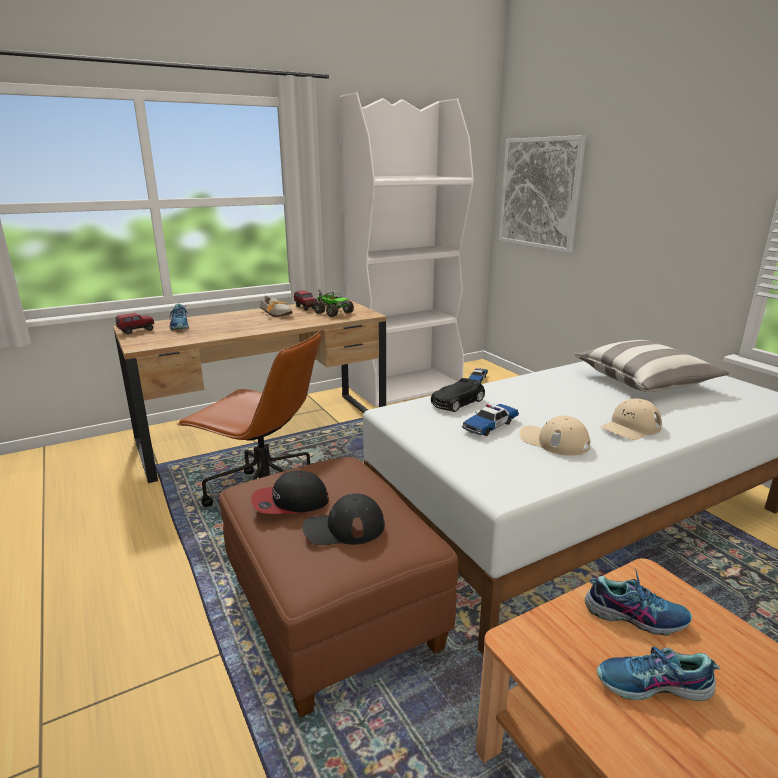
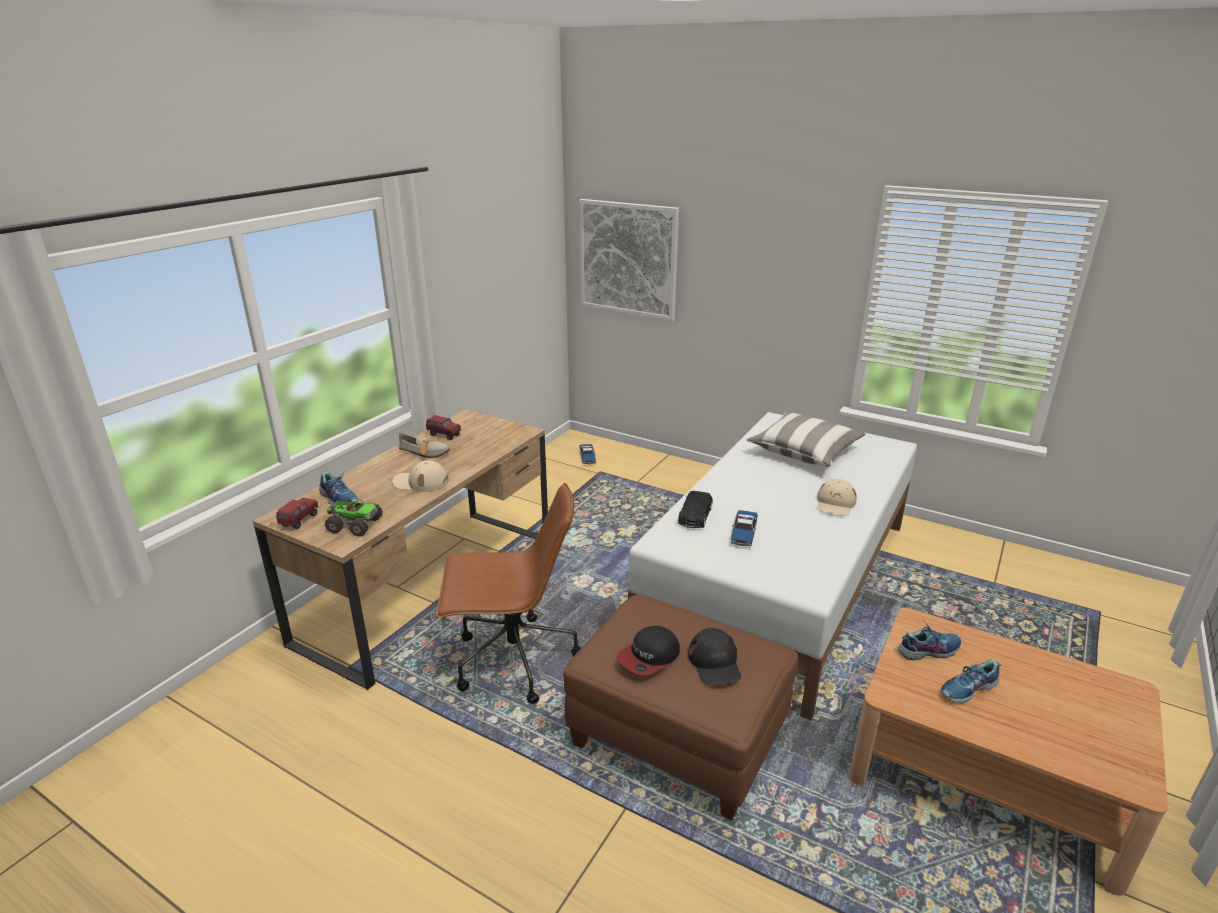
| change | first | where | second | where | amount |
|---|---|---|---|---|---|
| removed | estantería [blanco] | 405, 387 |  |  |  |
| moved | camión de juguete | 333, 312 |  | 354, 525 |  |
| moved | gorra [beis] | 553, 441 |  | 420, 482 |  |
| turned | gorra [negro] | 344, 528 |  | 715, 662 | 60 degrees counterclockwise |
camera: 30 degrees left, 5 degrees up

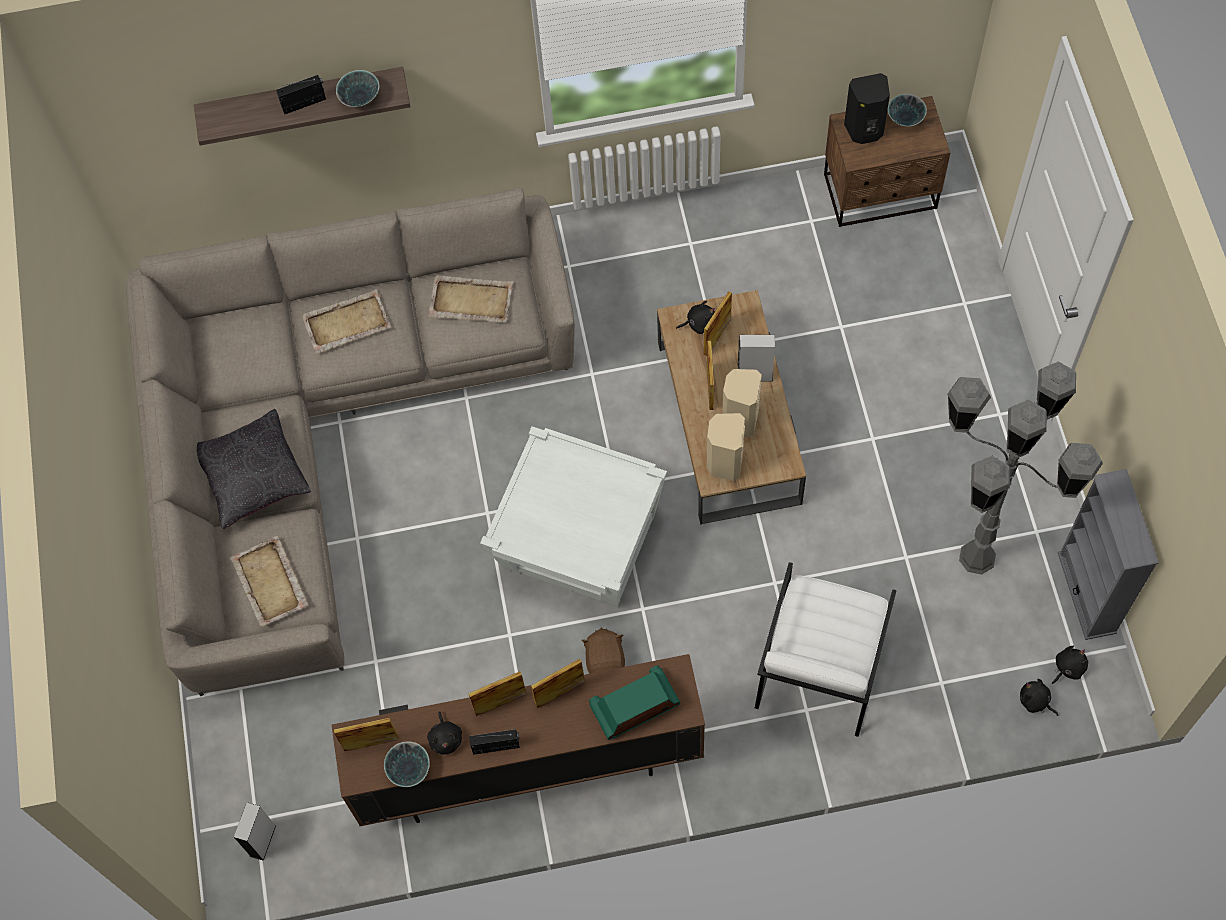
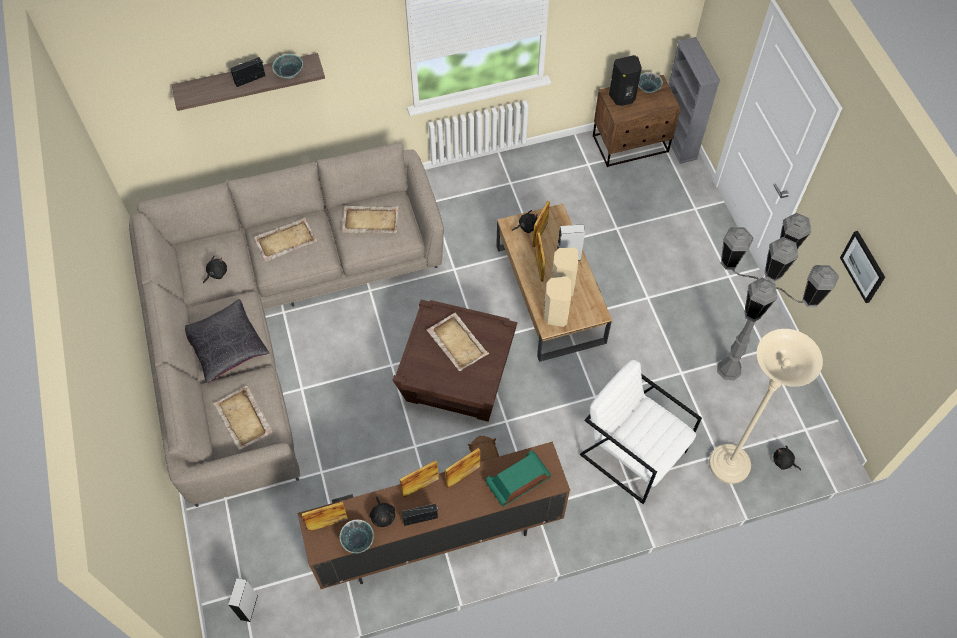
| change | first | where | second | where | amount |
|---|---|---|---|---|---|
| recoloured | mesa auxiliar [blanco] | 578, 543 | mesa auxiliar [marrón] | 457, 380 |  |
| moved | estantería [gris] | 1087, 592 |  | 678, 140 |  |
| turned | sillón [blanco] | 819, 669 |  | 633, 452 | 120 degrees clockwise |
| moved | peluche [negro] | 1068, 668 |  | 216, 273 |  |
| added |  |  | cuadro | 863, 266 |  |
| added |  |  | bandeja [beis] | 457, 342 |  |
| added |  |  | lámpara de pie [beis] | 729, 465 |  |
camera: 10 degrees left, 5 degrees down

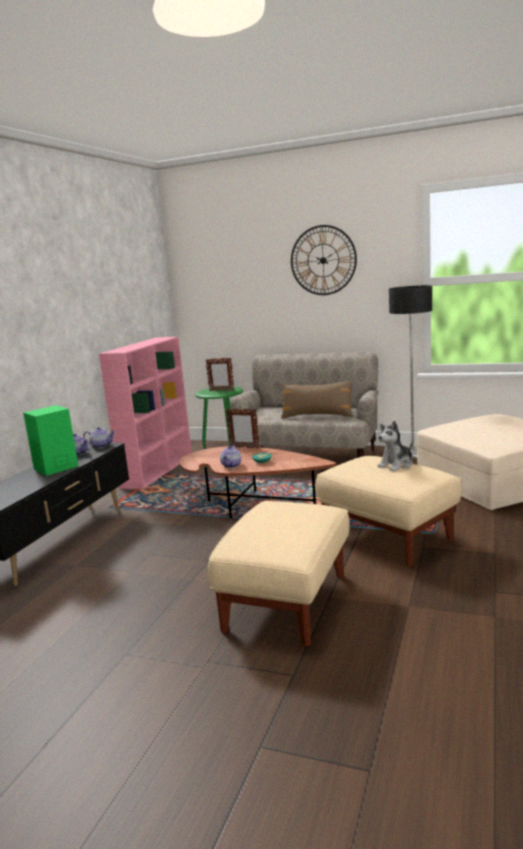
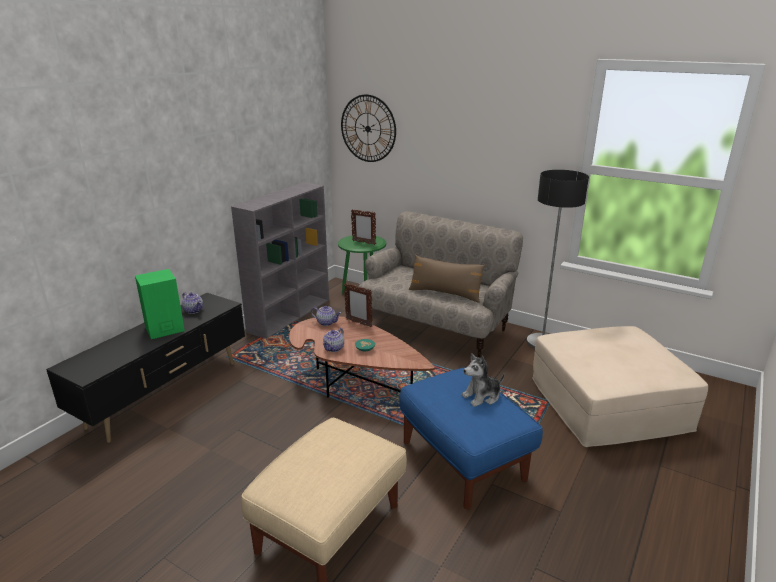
| change | first | where | second | where | amount |
|---|---|---|---|---|---|
| moved | reloj de pared | 323, 260 |  | 368, 128 |  |
| recoloured | estantería [rosa] | 158, 470 | estantería [gris] | 290, 315 |  |
| moved | tetera | 101, 446 |  | 326, 322 |  |
| recoloured | puf [beis] | 387, 537 | puf [azul] | 463, 461 |  |
camera: 10 degrees right, 10 degrees up

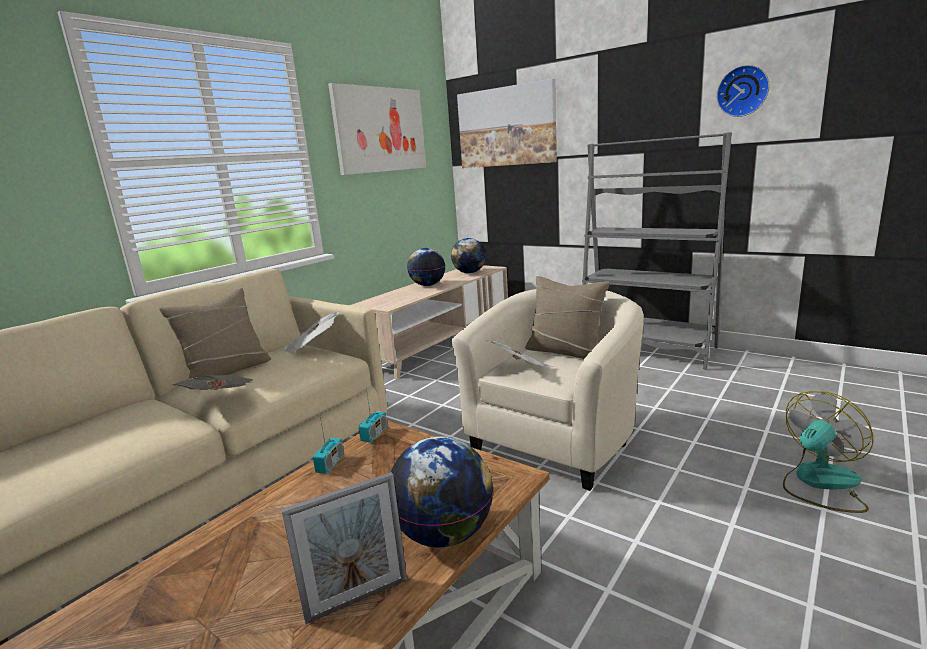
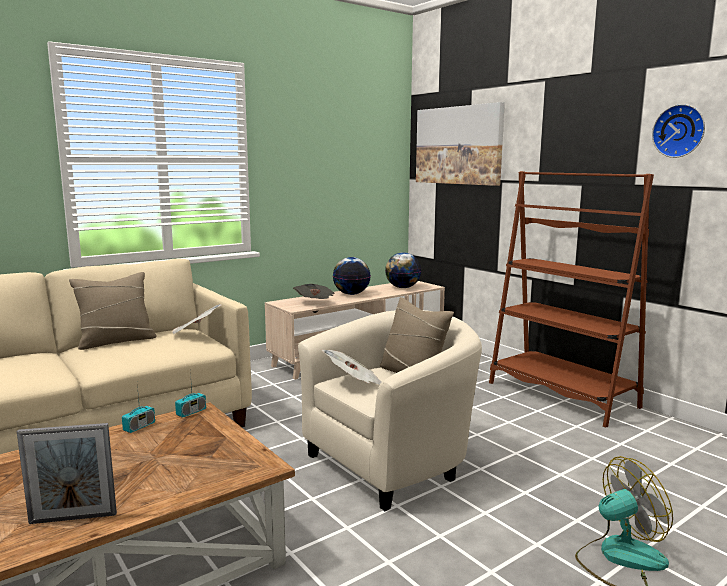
| change | first | where | second | where | amount |
|---|---|---|---|---|---|
| removed | cuadro | 380, 130 |  |  |  |
| recoloured | estantería [gris] | 647, 348 | estantería [marrón] | 561, 395 |  |
| moved | periódico | 221, 401 |  | 315, 303 |  |
| removed | globo terráqueo | 445, 534 |  |  |  |
camera: 15 degrees right, 5 degrees down

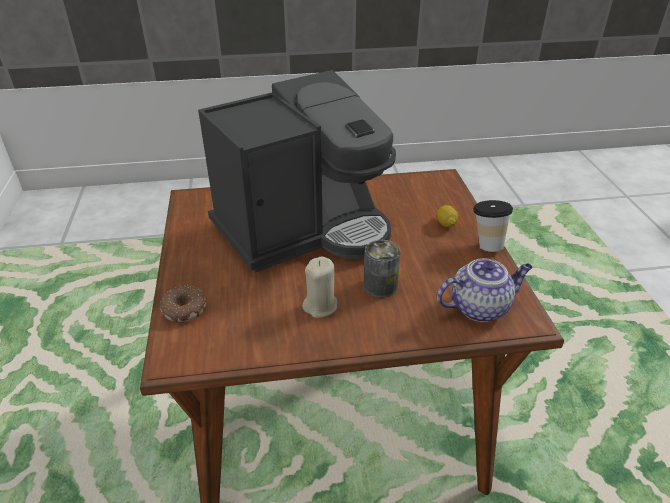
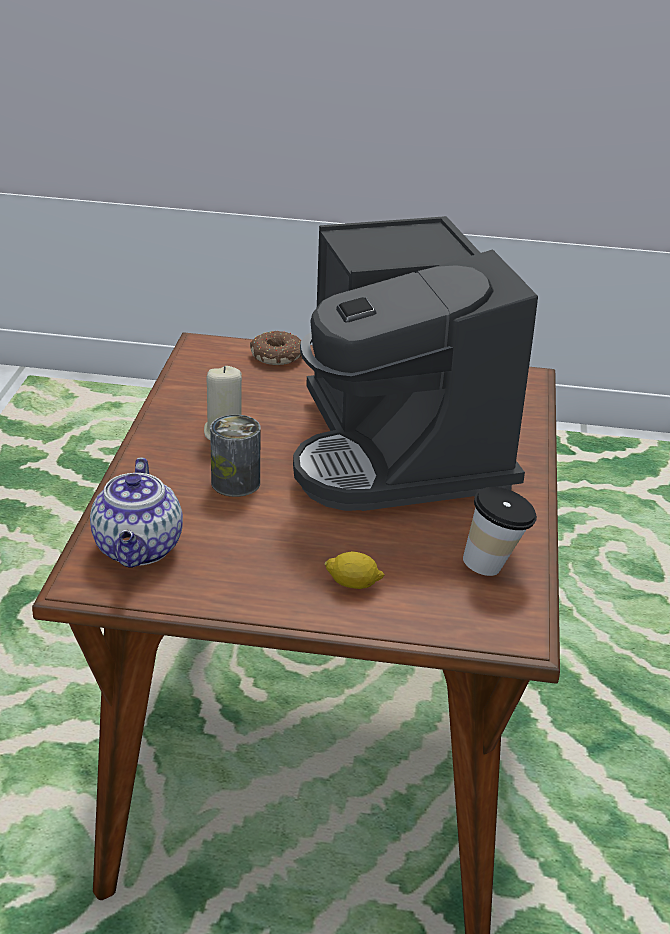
| change | first | where | second | where | amount |
|---|---|---|---|---|---|
| moved | taza | 486, 244 |  | 495, 566 |  |
camera: 105 degrees right, 5 degrees down

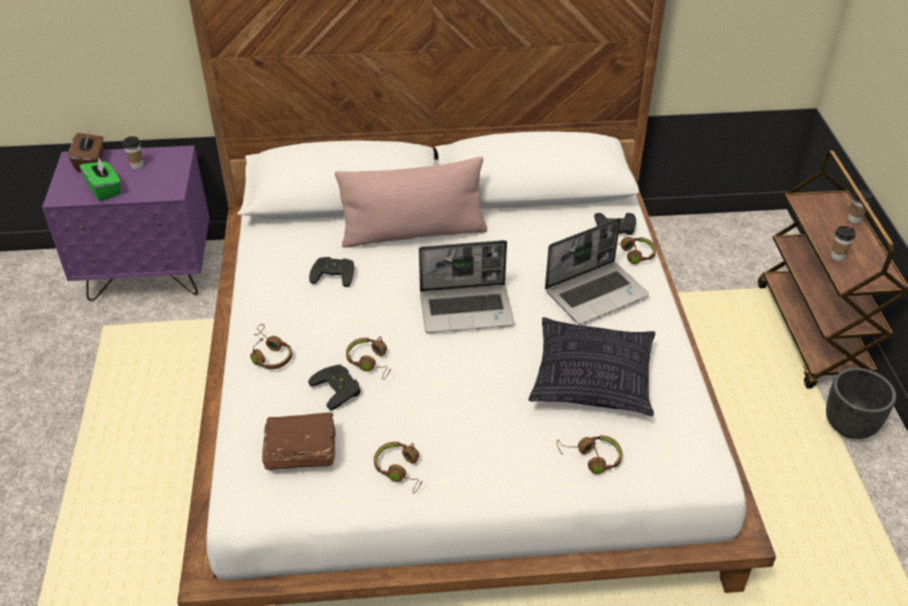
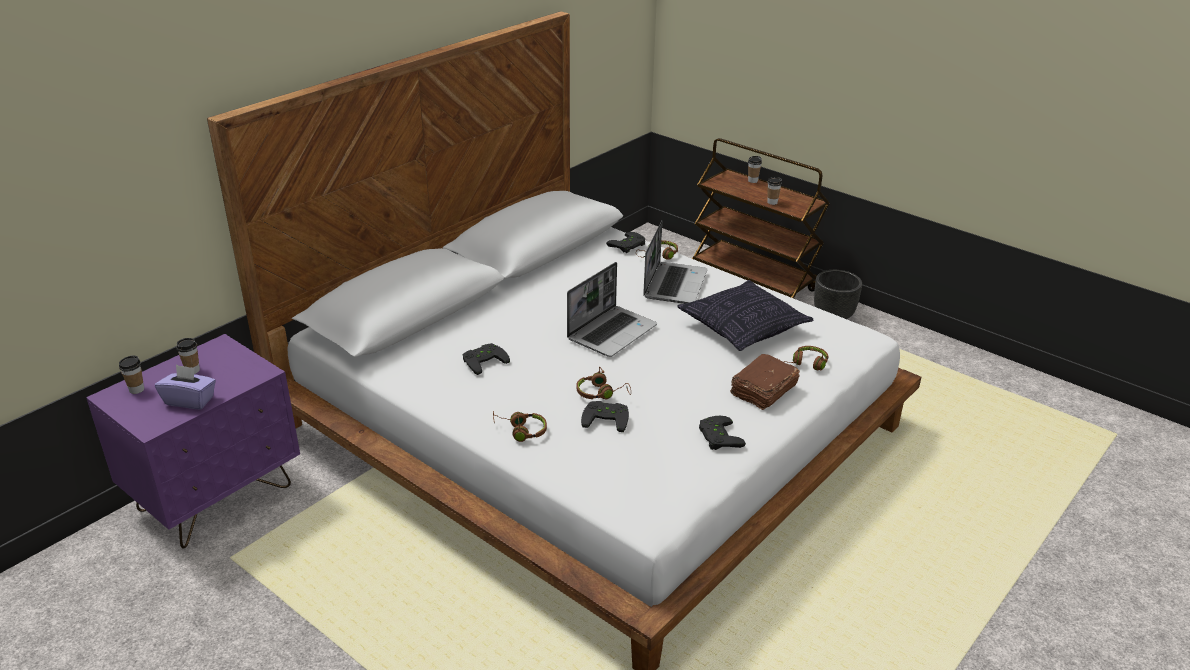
| change | first | where | second | where | amount |
|---|---|---|---|---|---|
| replaced | caja de pañuelos [marrón] | 91, 162 | taza | 136, 389 |  |
| recoloured | caja de pañuelos [verde] | 104, 189 | caja de pañuelos [morado] | 190, 400 |  |
| removed | cojín [rosa] | 413, 233 |  |  |  |
| moved | libro [marrón] | 299, 451 |  | 762, 391 |  |
| replaced | auriculares [marrón] | 401, 470 | mando de consola [negro] | 717, 437 |  |
camera: 45 degrees left, 10 degrees down

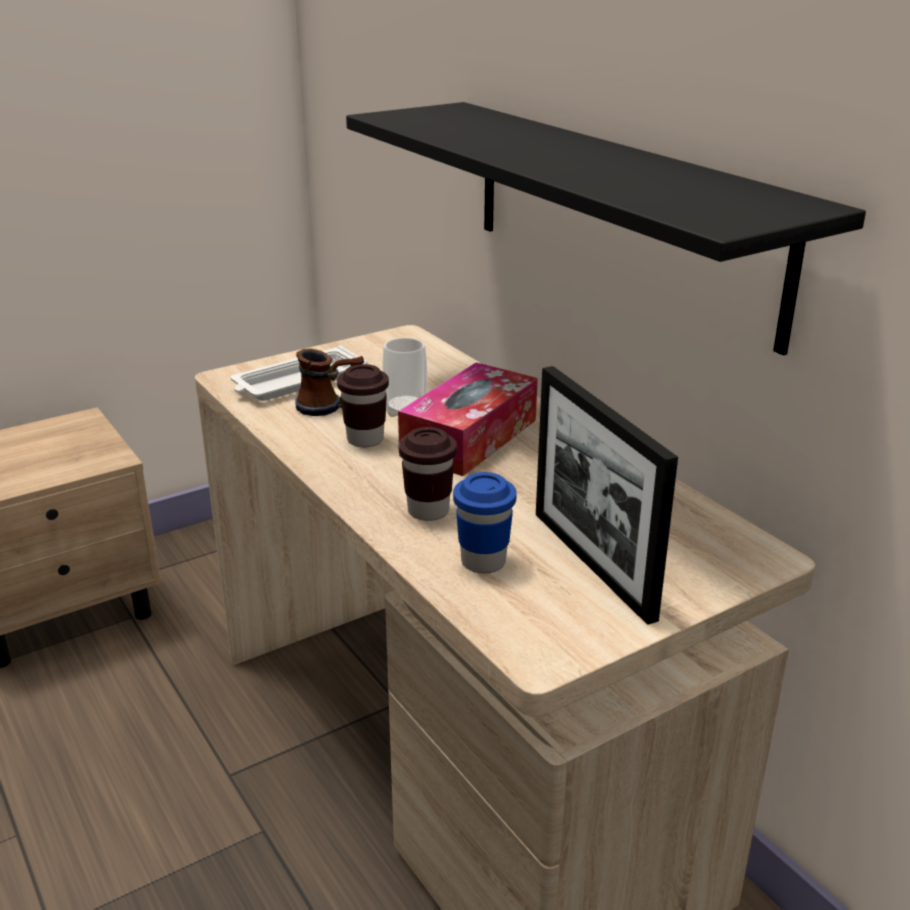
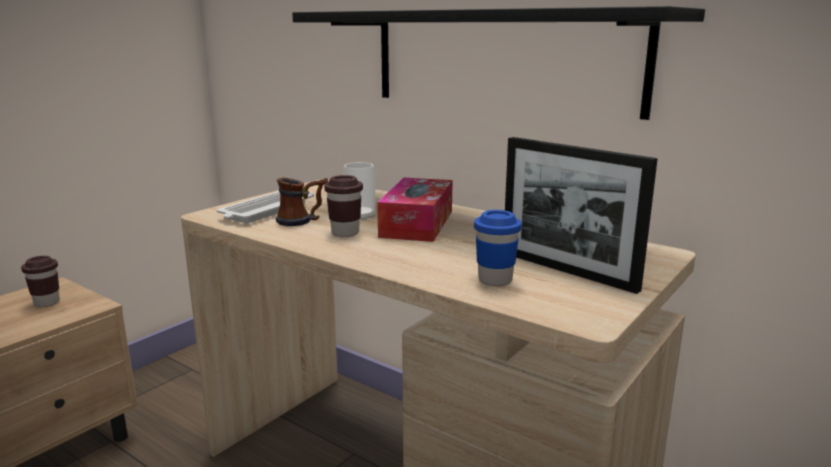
| change | first | where | second | where | amount |
|---|---|---|---|---|---|
| moved | taza [marrón] | 428, 511 |  | 47, 302 |  |
camera: 20 degrees left, 10 degrees down

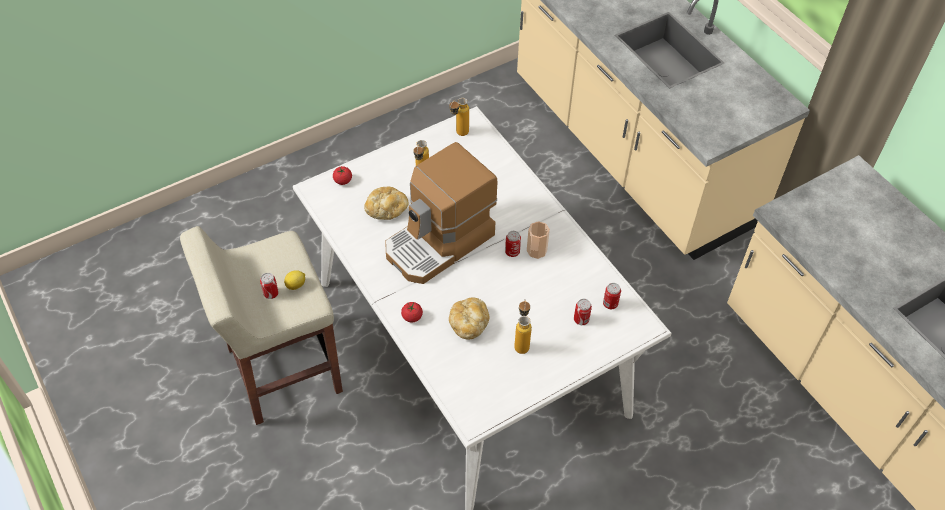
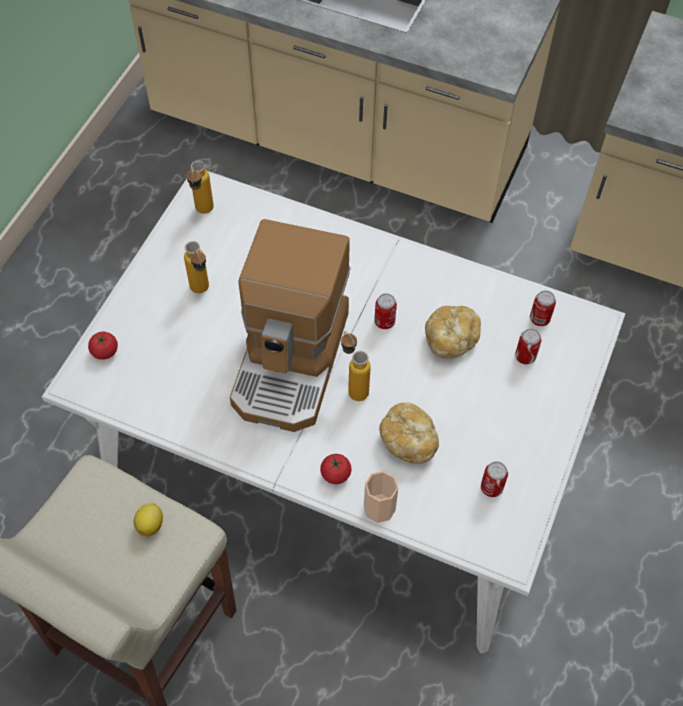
| change | first | where | second | where | amount |
|---|---|---|---|---|---|
| moved | pan | 386, 210 |  | 451, 339 |  |
| moved | taza | 536, 250 |  | 379, 508 |  |
| moved | lata | 271, 294 |  | 491, 488 |  |
| moved | botella | 521, 342 |  | 353, 386 |  |
camera: 35 degrees left, 5 degrees up

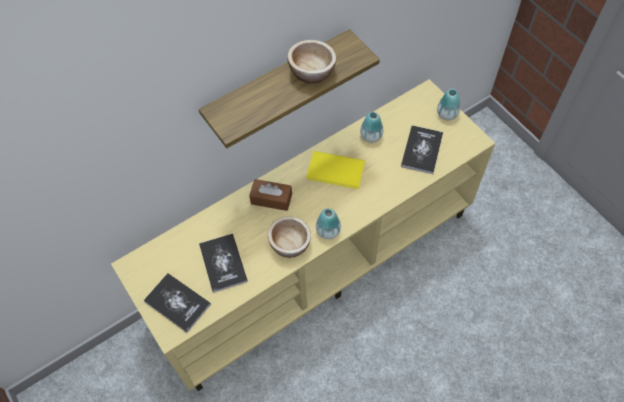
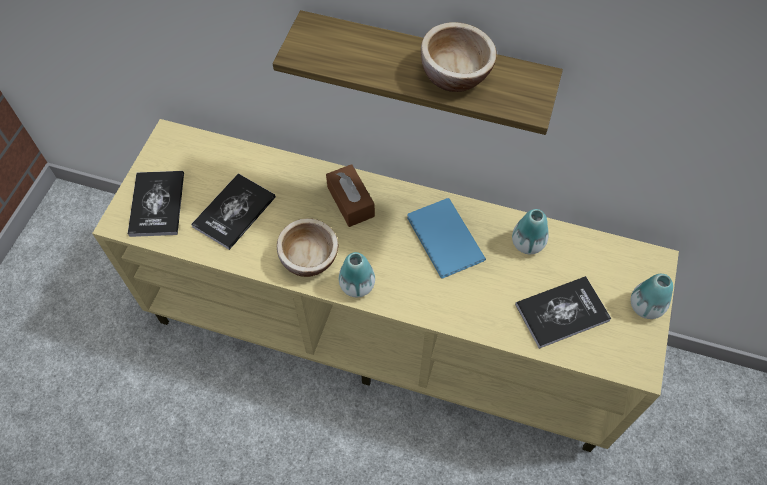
| change | first | where | second | where | amount |
|---|---|---|---|---|---|
| recoloured | libro [amarillo] | 336, 172 | libro [azul] | 444, 241 |  |
camera: 50 degrees right, 0 degrees up

